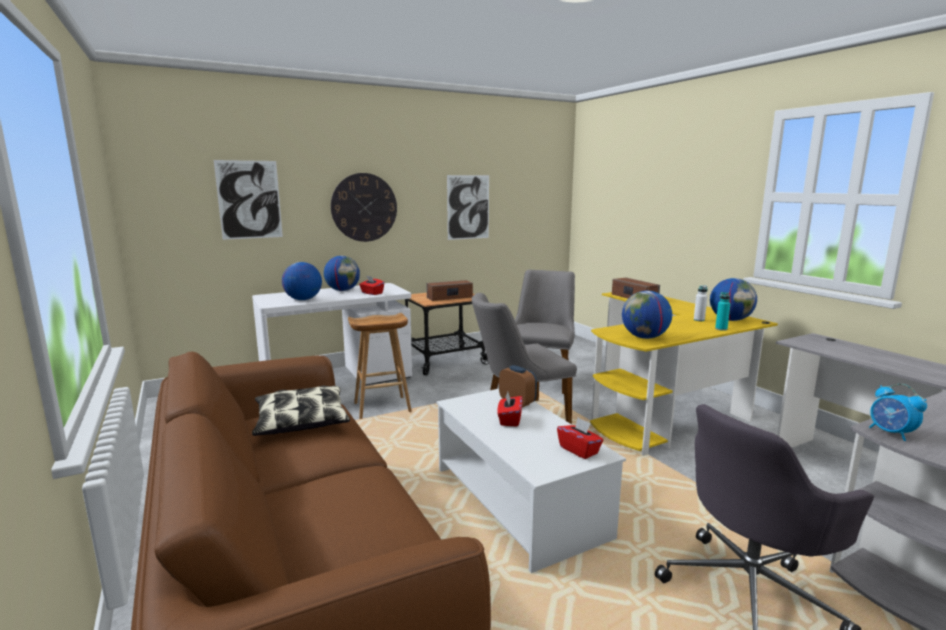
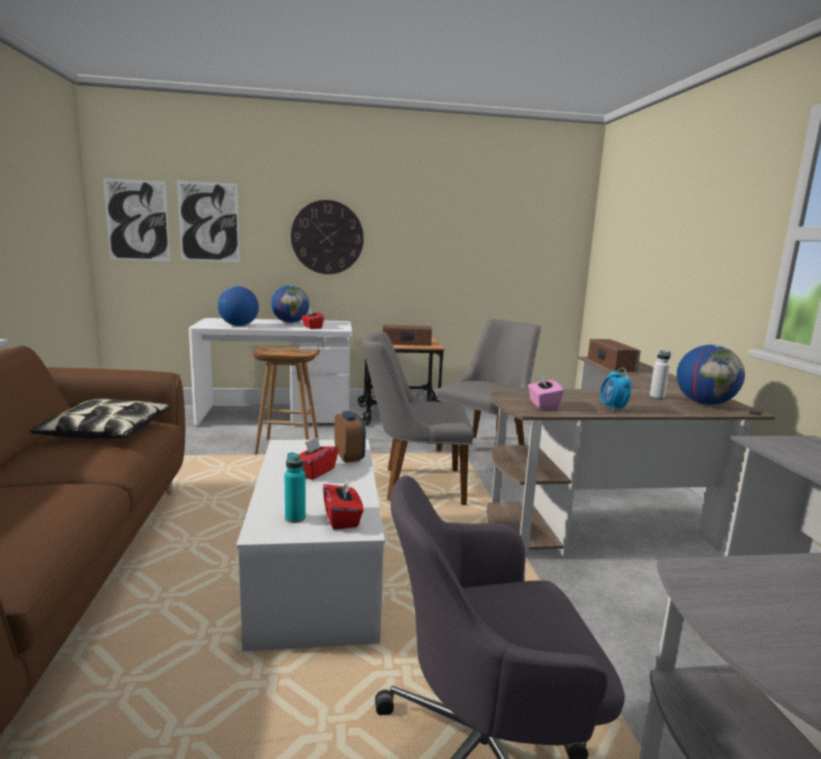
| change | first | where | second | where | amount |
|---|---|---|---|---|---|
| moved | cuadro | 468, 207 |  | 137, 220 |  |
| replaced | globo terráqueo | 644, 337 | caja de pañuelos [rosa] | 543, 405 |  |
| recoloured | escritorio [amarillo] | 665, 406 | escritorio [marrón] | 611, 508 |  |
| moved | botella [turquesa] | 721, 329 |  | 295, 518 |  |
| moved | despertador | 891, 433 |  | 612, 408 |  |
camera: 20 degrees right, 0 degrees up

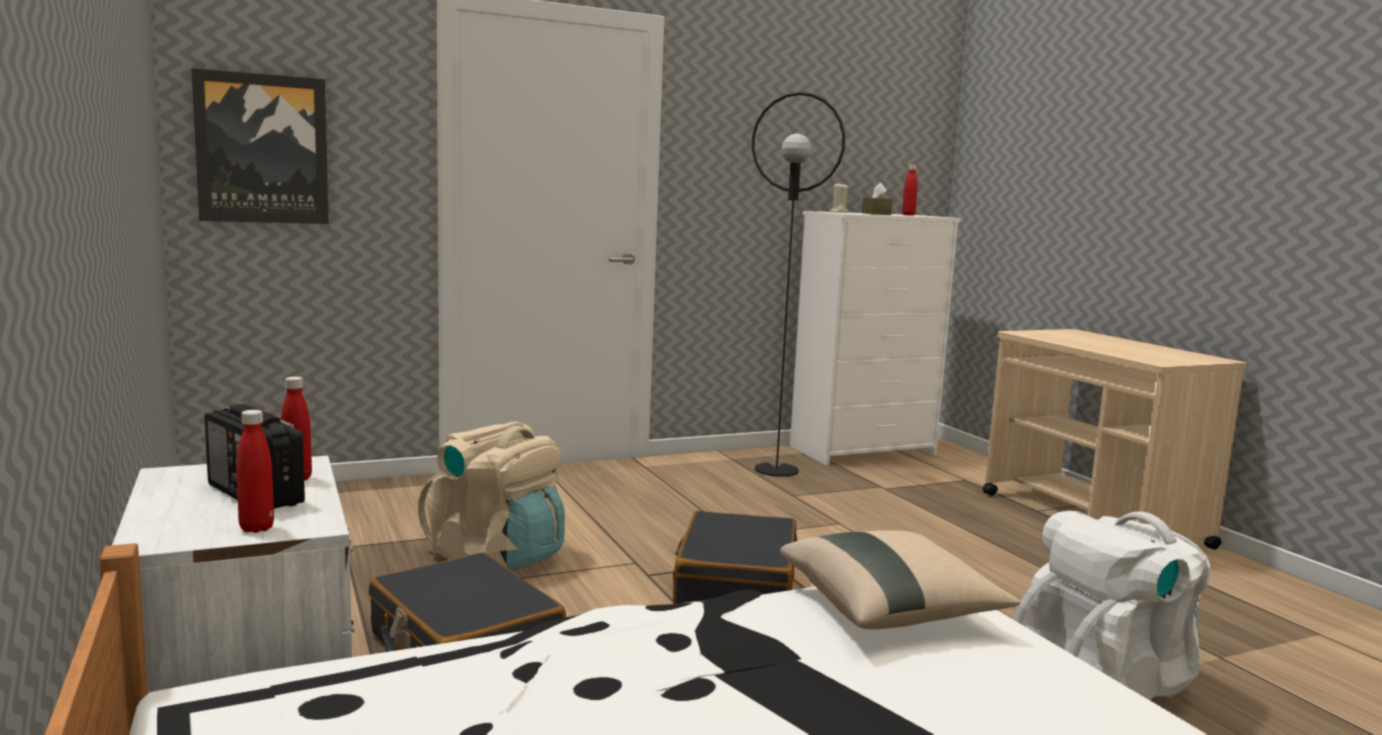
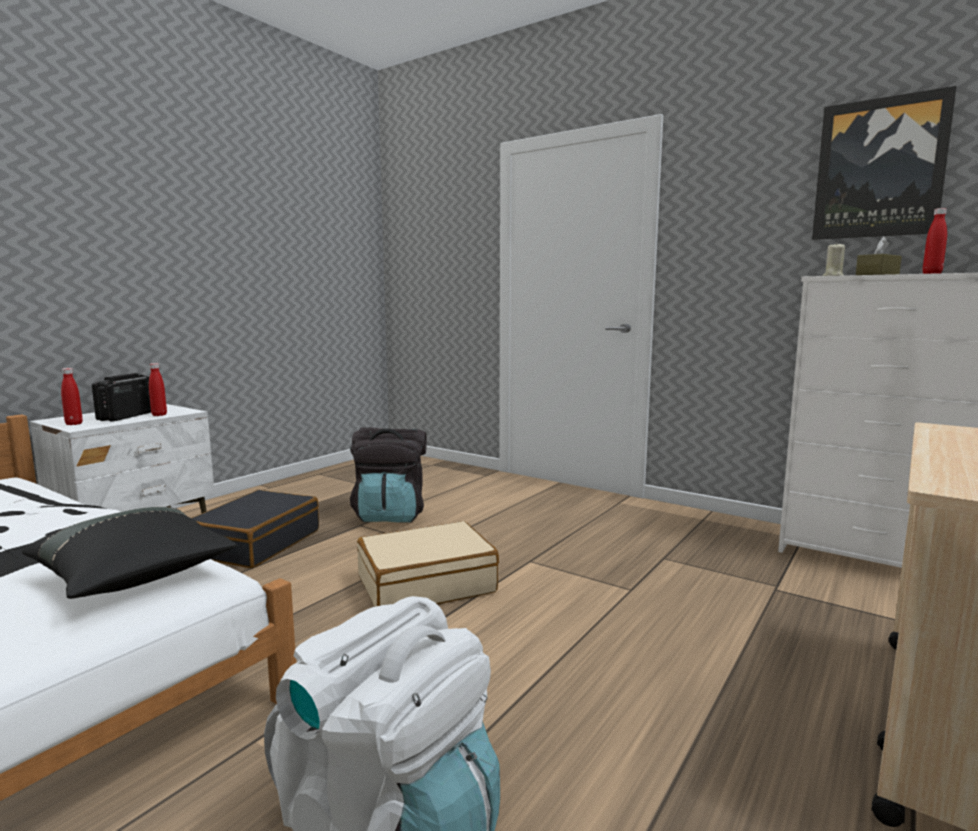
| change | first | where | second | where | amount |
|---|---|---|---|---|---|
| moved | cuadro | 262, 149 |  | 879, 169 |  |
| removed | lámpara de pie [negro] | 777, 470 |  |  |  |
| recoloured | mochila [beis] | 497, 557 | mochila [negro] | 391, 515 |  |
| recoloured | maleta [negro] | 735, 587 | maleta [beis] | 426, 584 |  |
| recoloured | cojín [beis] | 891, 610 | cojín [negro] | 135, 577 |  |
camera: 60 degrees right, 0 degrees up

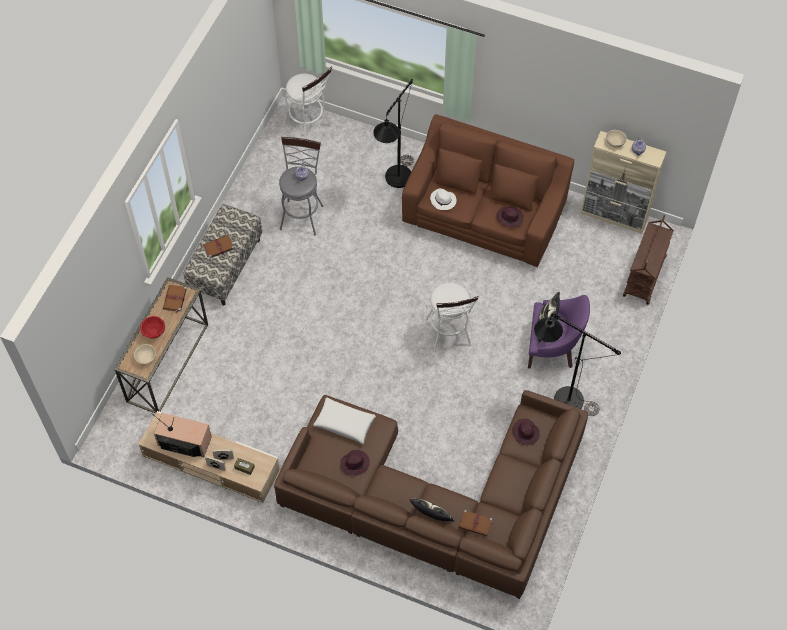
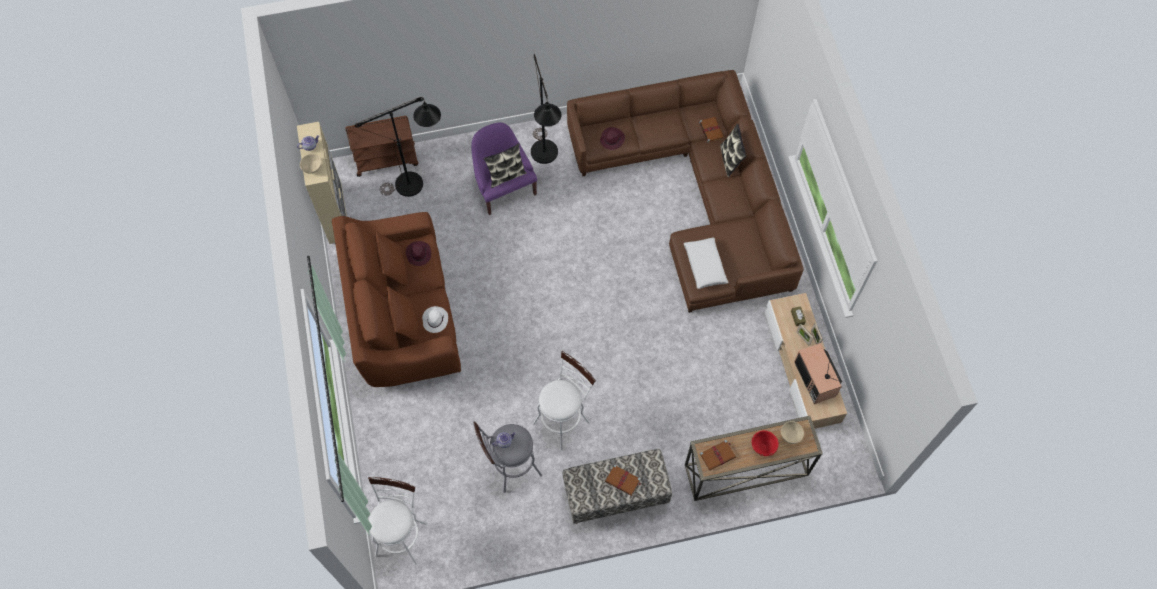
| change | first | where | second | where | amount |
|---|---|---|---|---|---|
| moved | lámpara de pie [negro] | 395, 183 |  | 417, 183 |  |
| moved | taburete [blanco] | 449, 336 |  | 564, 419 |  |
| removed | sombrero [morado] | 355, 463 |  |  |  |
camera: 125 degrees left, 5 degrees up

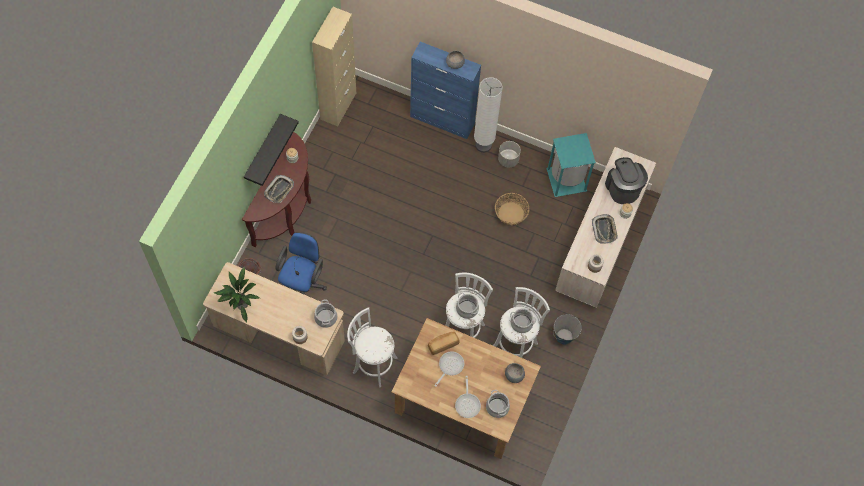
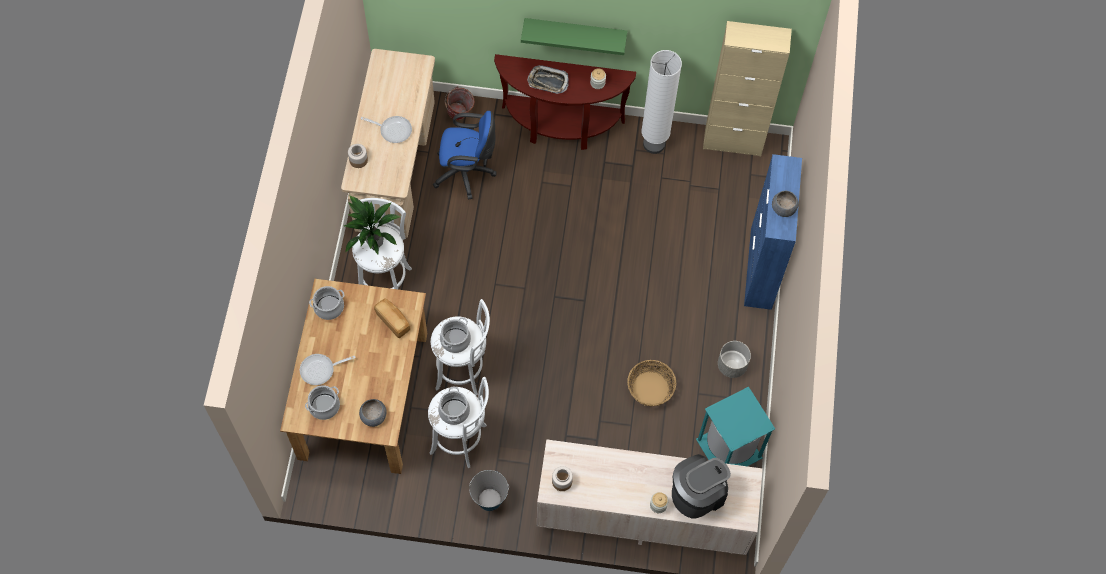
| change | first | where | second | where | amount |
|---|---|---|---|---|---|
| moved | lámpara de pie [blanco] | 483, 145 |  | 654, 144 |  |
| recoloured | estante [negro] | 263, 150 | estante [verde] | 575, 32 |  |
| removed | bandeja | 604, 230 |  |  |  |
| moved | planta en maceta | 241, 305 |  | 374, 243 |  |
| moved | olla | 326, 318 |  | 329, 307 |  |
| moved | sartén | 449, 366 |  | 393, 130 |  |
camera: 75 degrees right, 0 degrees up

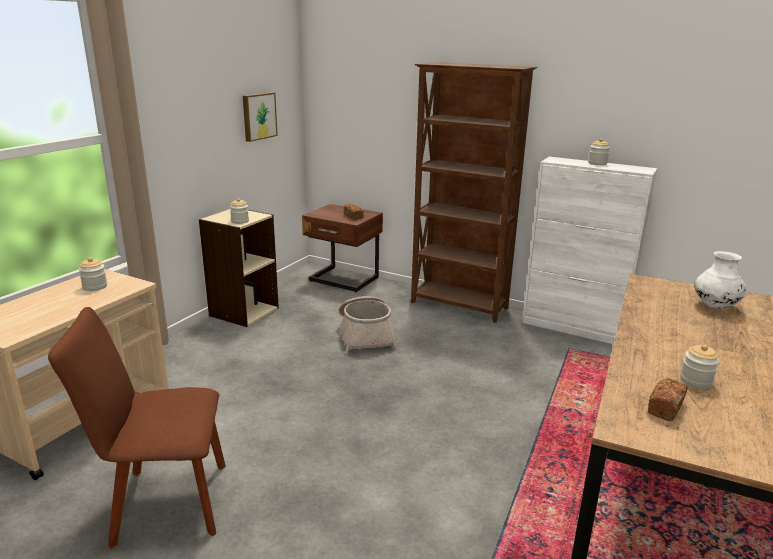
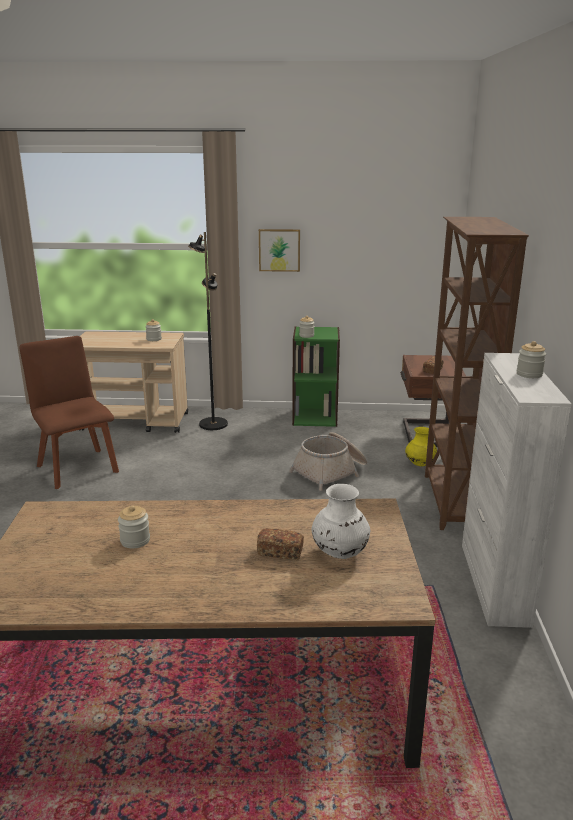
| change | first | where | second | where | amount |
|---|---|---|---|---|---|
| moved | cuadro | 258, 116 |  | 279, 250 |  |
| recoloured | estantería [beis] | 243, 311 | estantería [verde] | 315, 417 |  |
| moved | pan | 665, 407 |  | 280, 552 |  |
| added |  |  | lámpara de pie [negro] | 212, 424 |  |
| added |  |  | florero [amarillo] | 420, 464 |  |
camera: 65 degrees right, 0 degrees up

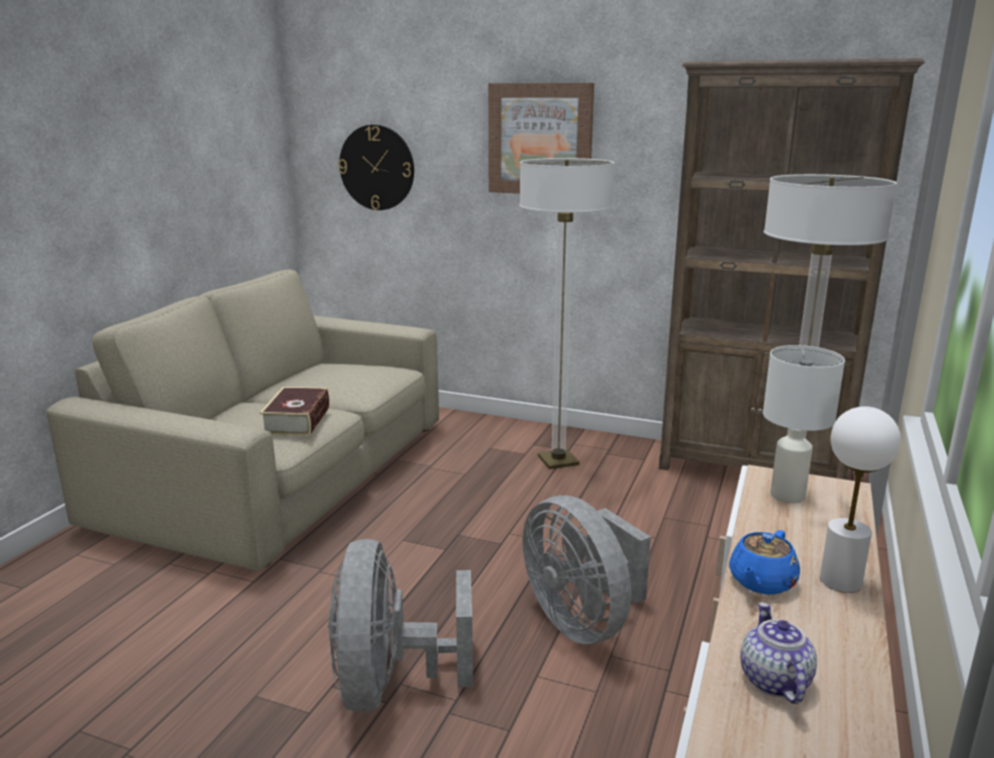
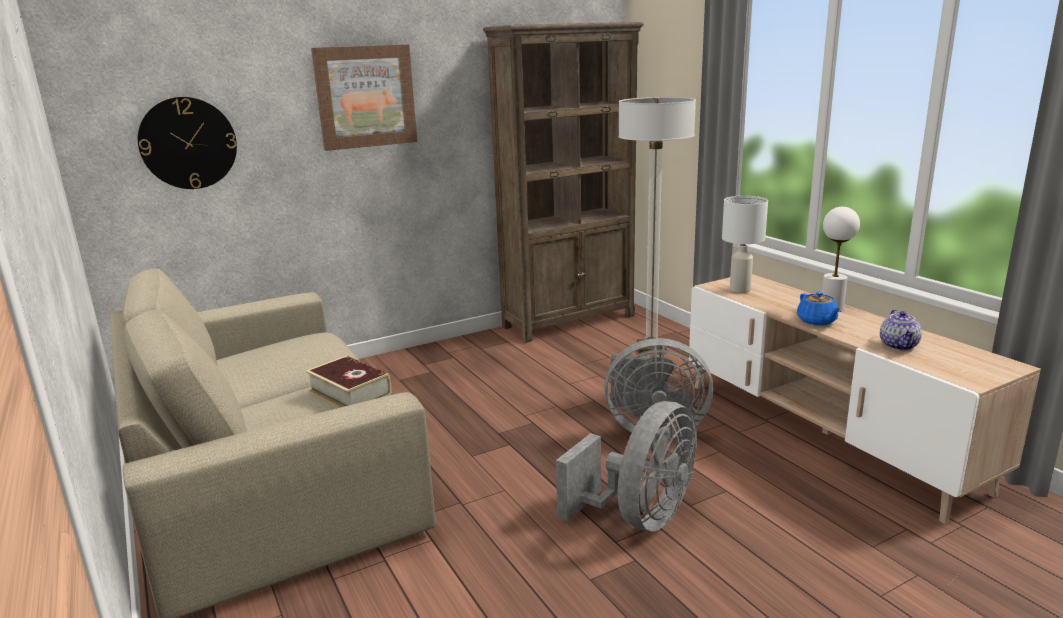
| change | first | where | second | where | amount |
|---|---|---|---|---|---|
| removed | lámpara de pie | 558, 461 |  |  |  |
| turned | ventilador [gris] | 391, 685 |  | 640, 517 | 90 degrees counterclockwise |
| turned | tetera | 773, 680 |  | 899, 345 | 120 degrees counterclockwise |
camera: 50 degrees left, 0 degrees up

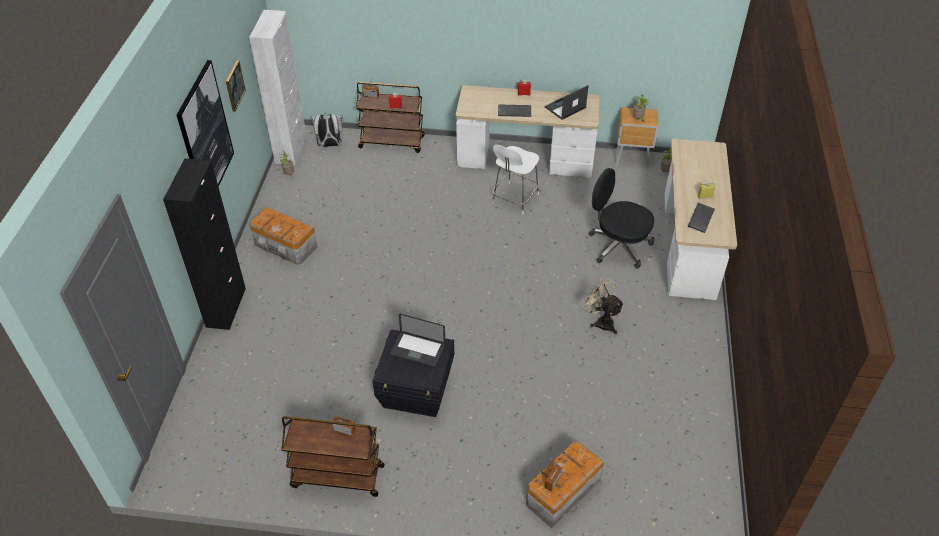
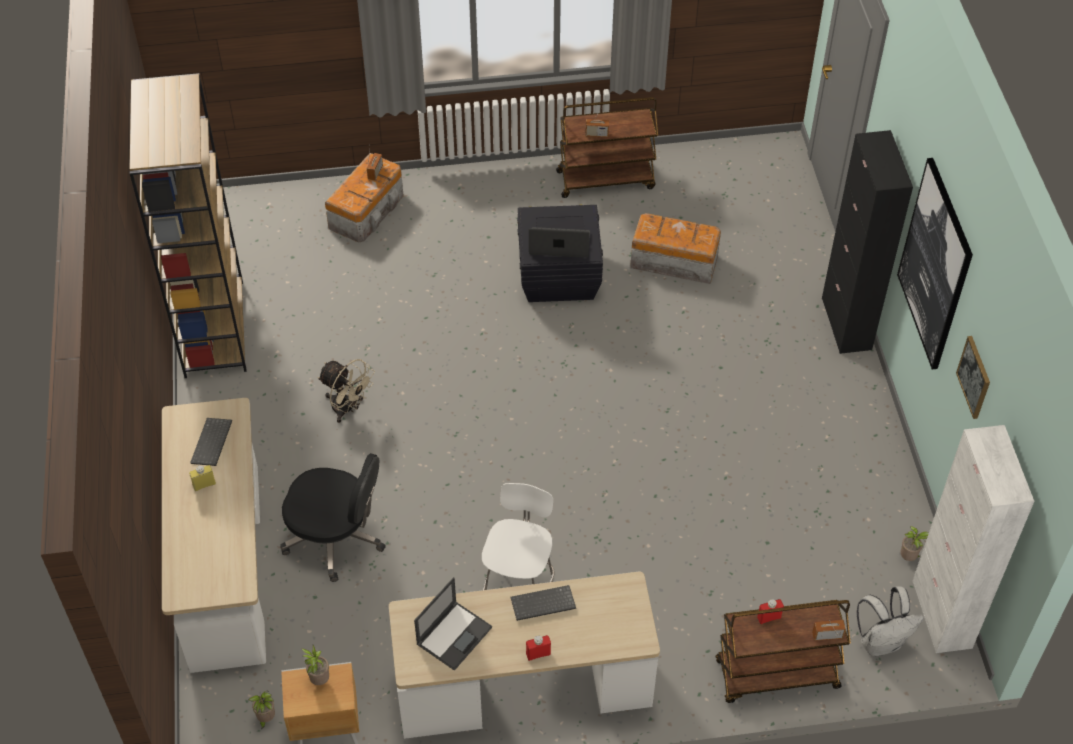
| change | first | where | second | where | amount |
|---|---|---|---|---|---|
| moved | caja de almacenaje | 285, 246 |  | 673, 261 |  |
| added |  |  | estantería [marrón] | 213, 328 |  |
camera: 165 degrees right, 5 degrees up

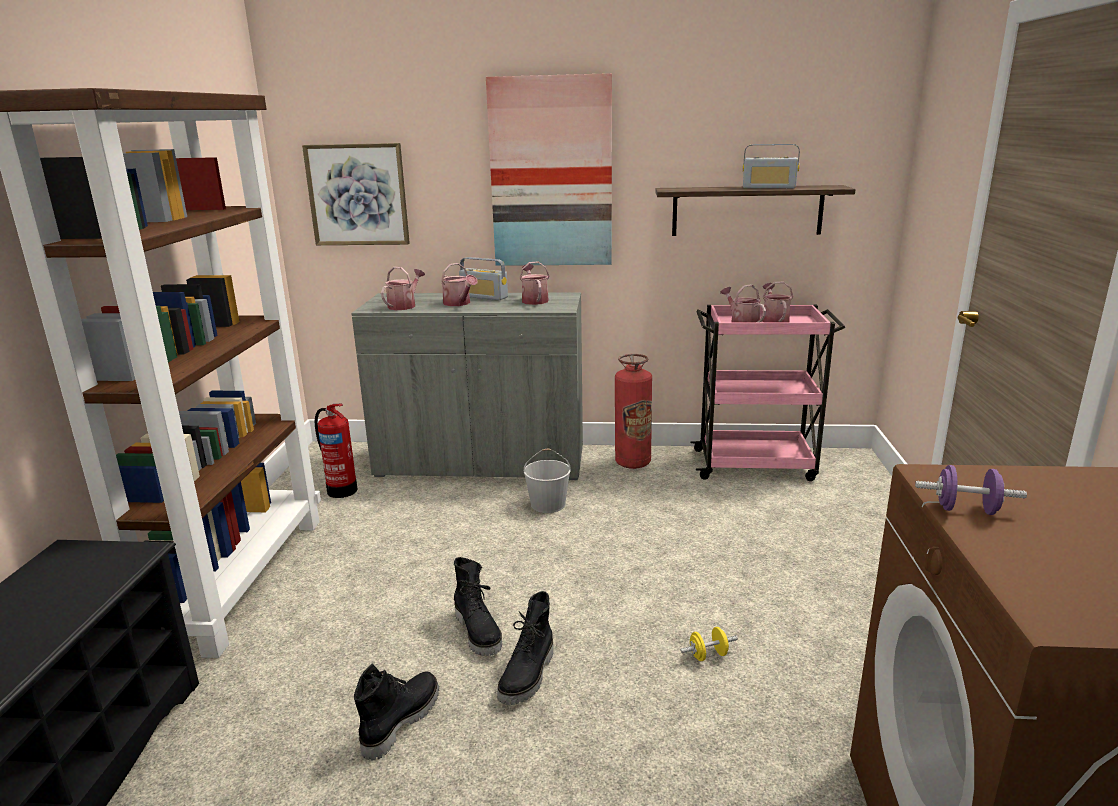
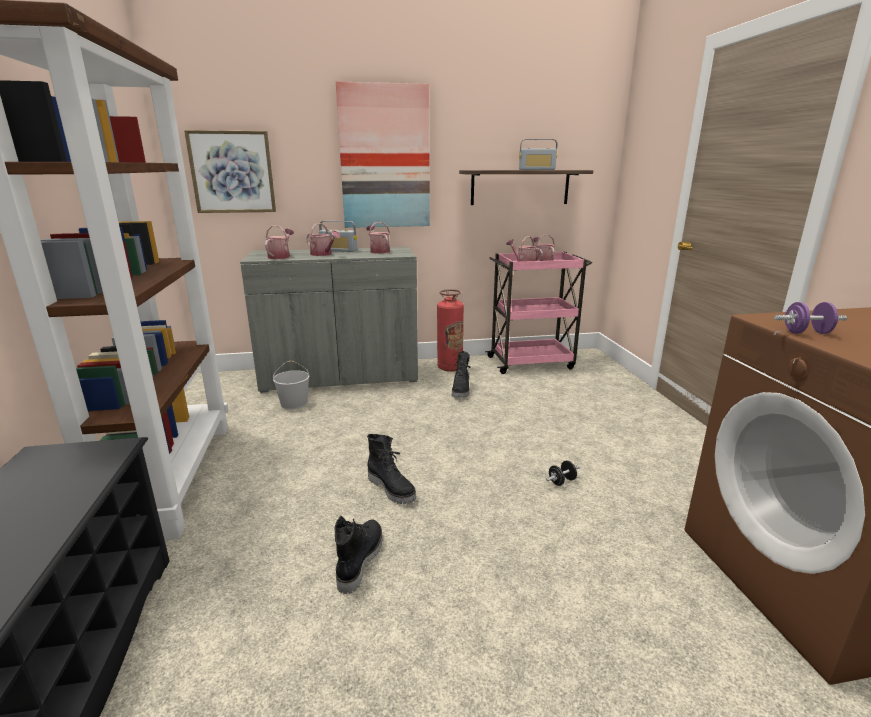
| change | first | where | second | where | amount |
|---|---|---|---|---|---|
| removed | extintor | 341, 490 |  |  |  |
| moved | cubo [blanco] | 548, 504 |  | 294, 403 |  |
| moved | bota [negro] | 528, 676 |  | 461, 390 |  |
| recoloured | mancuerna [amarillo] | 708, 655 | mancuerna [negro] | 561, 481 |  |
camera: 15 degrees left, 0 degrees up

